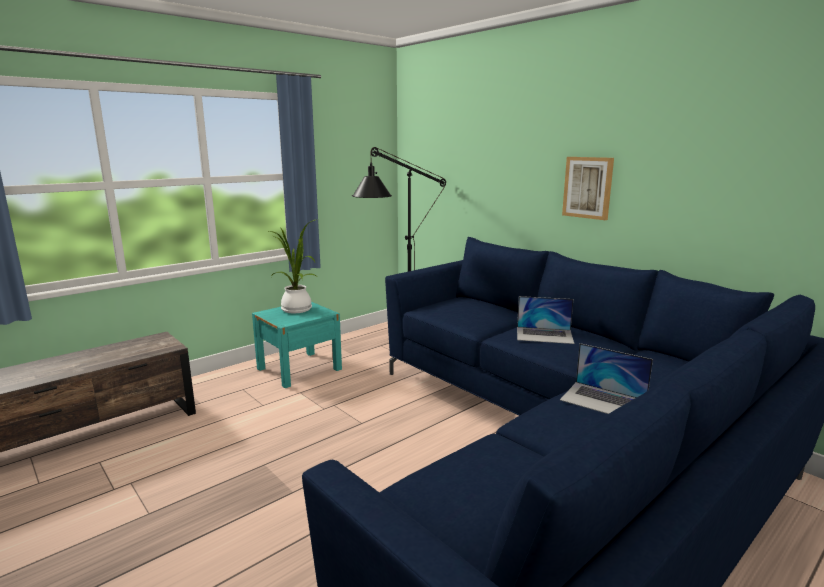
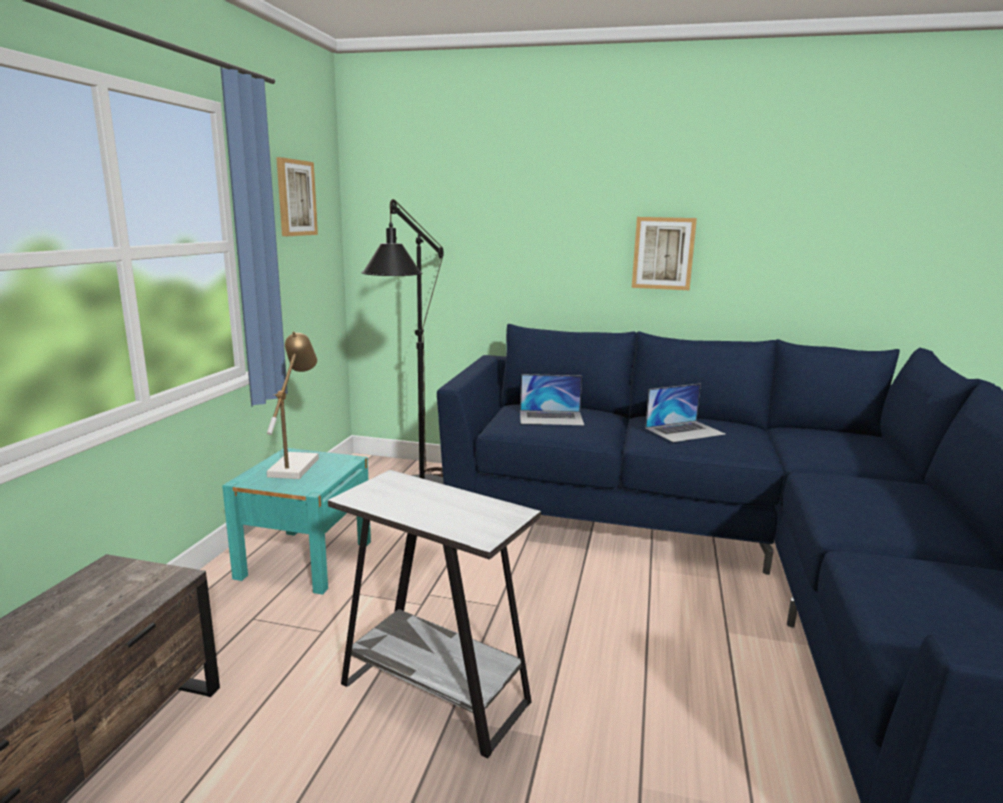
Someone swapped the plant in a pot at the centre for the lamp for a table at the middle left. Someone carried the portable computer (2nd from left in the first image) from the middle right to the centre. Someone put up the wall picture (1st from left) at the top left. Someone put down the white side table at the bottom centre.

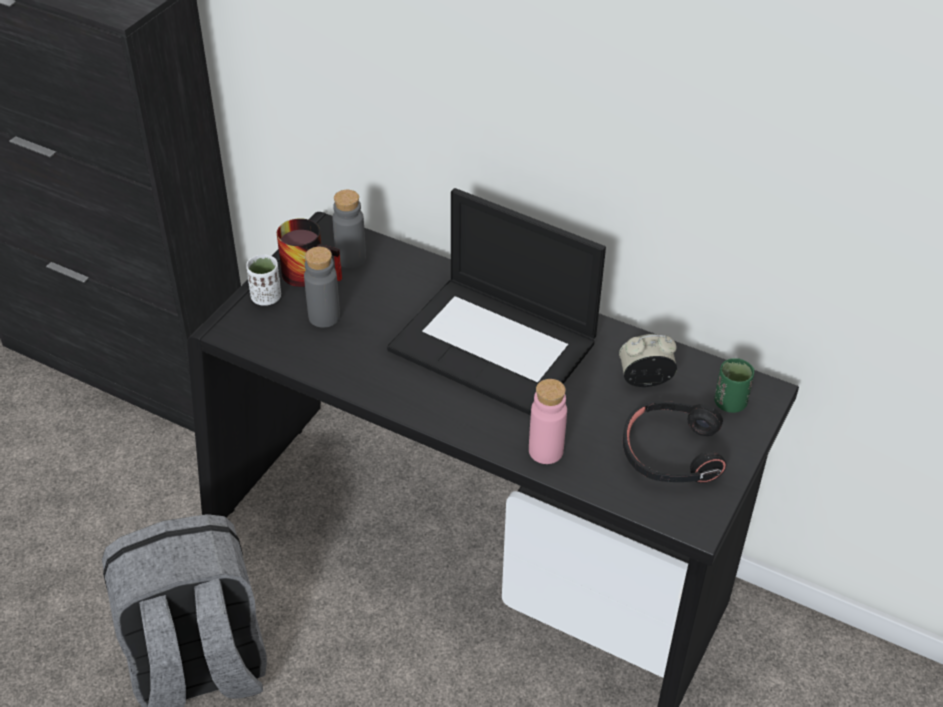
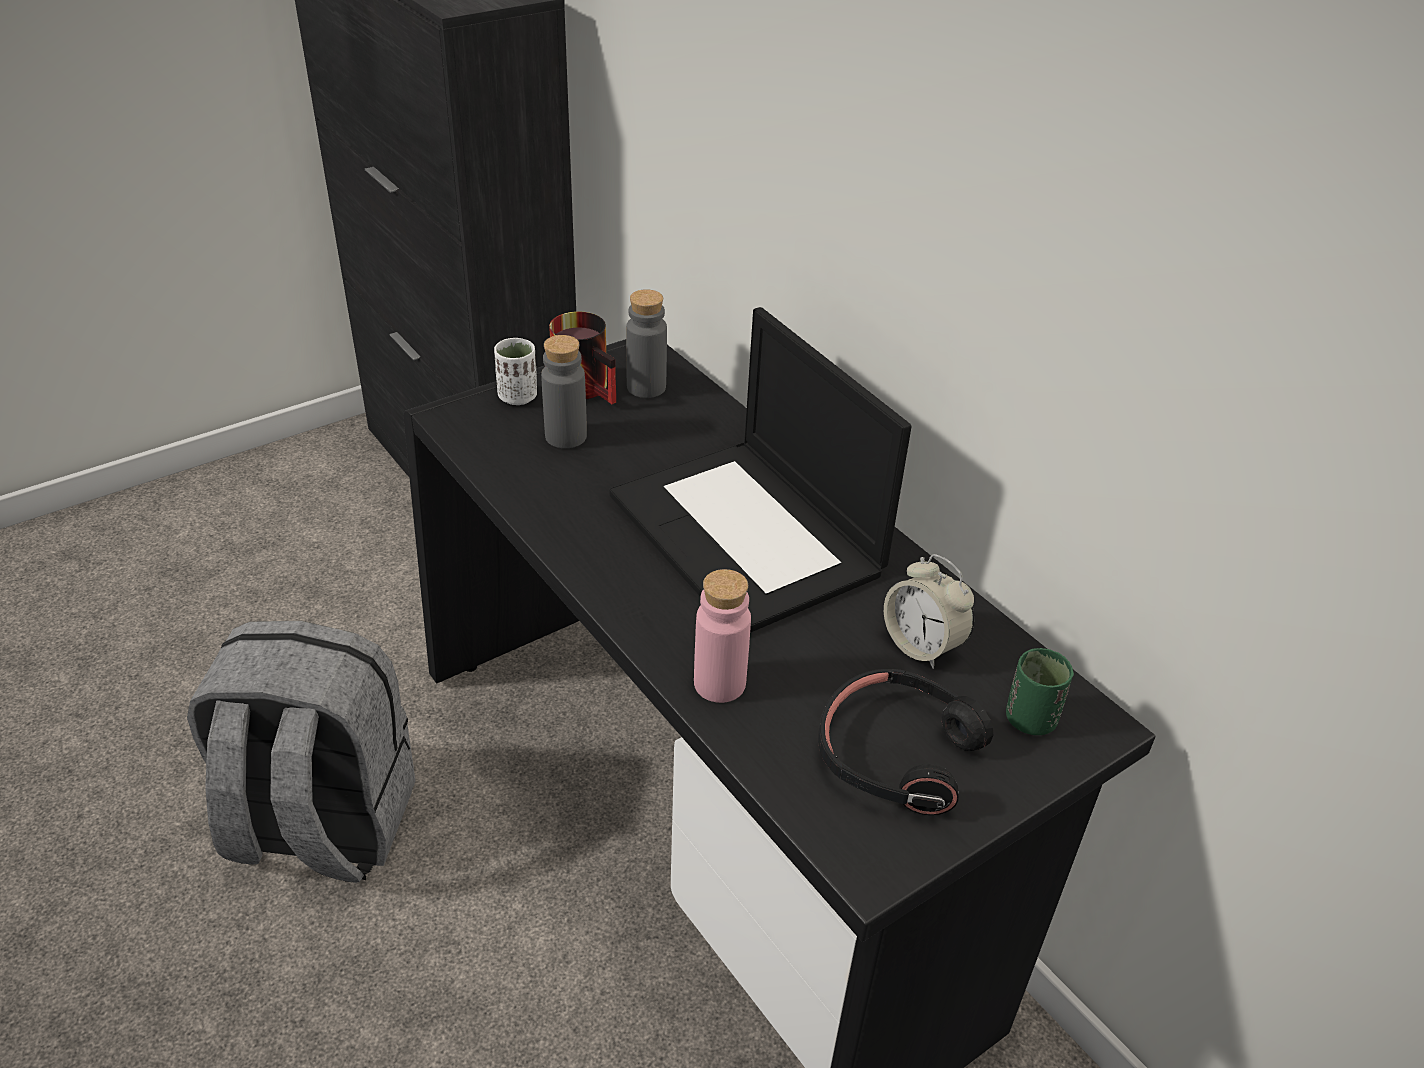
Someone rotated the bedside clock at the middle right by 150 degrees counterclockwise.

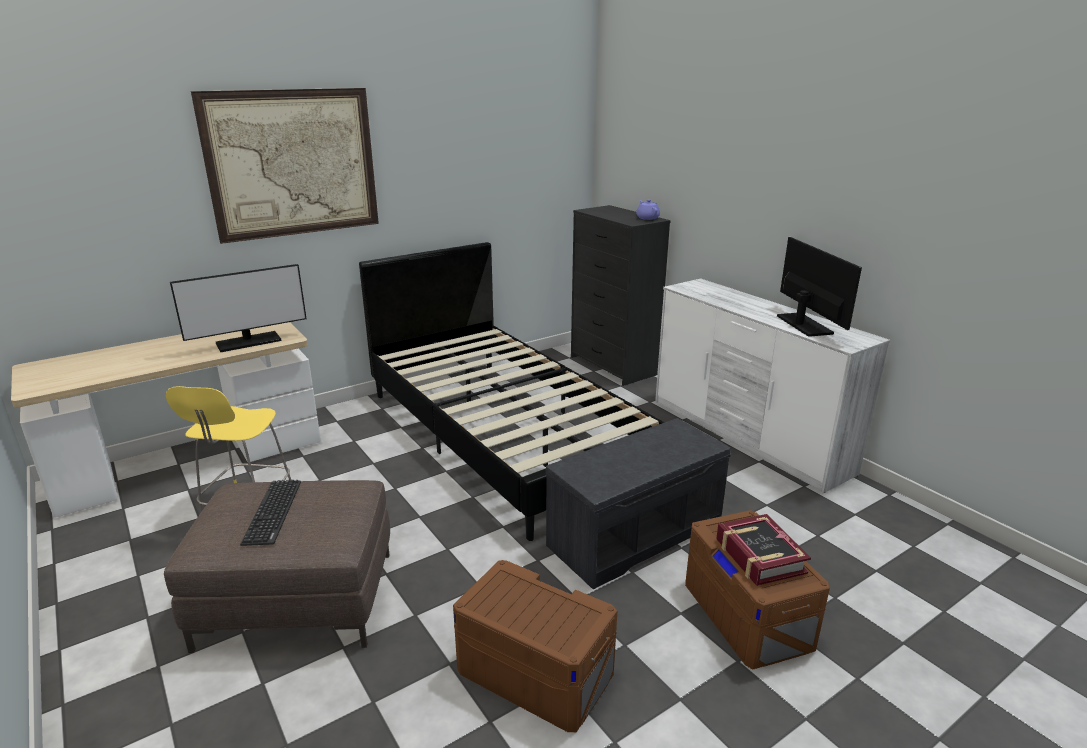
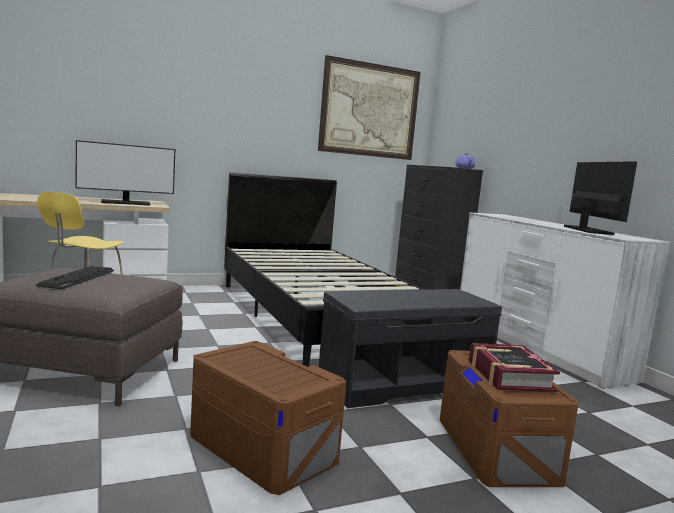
Someone carried the wall picture from the top left to the top centre.

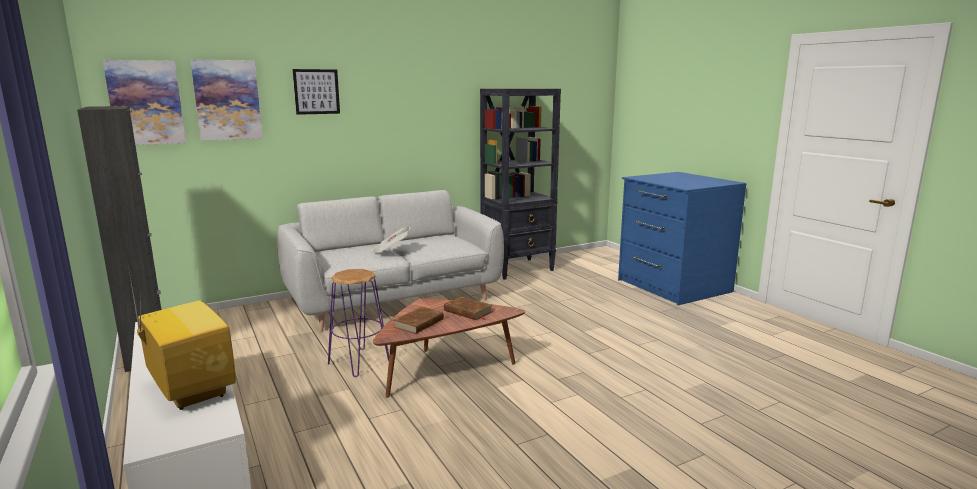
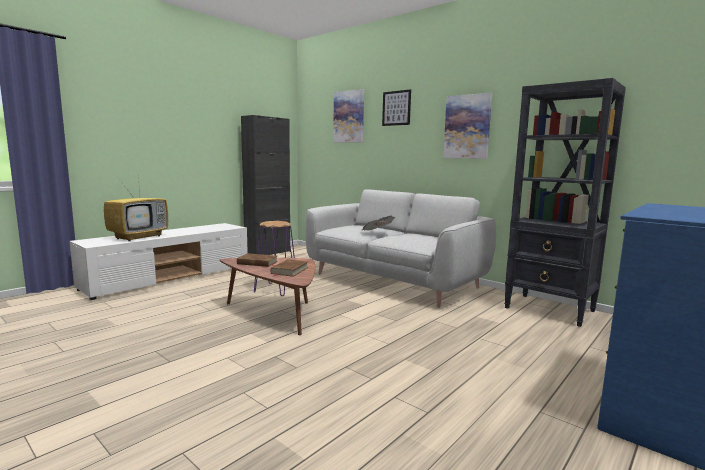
Someone carried the wall picture (1st from left in the first image) from the top left to the top centre.

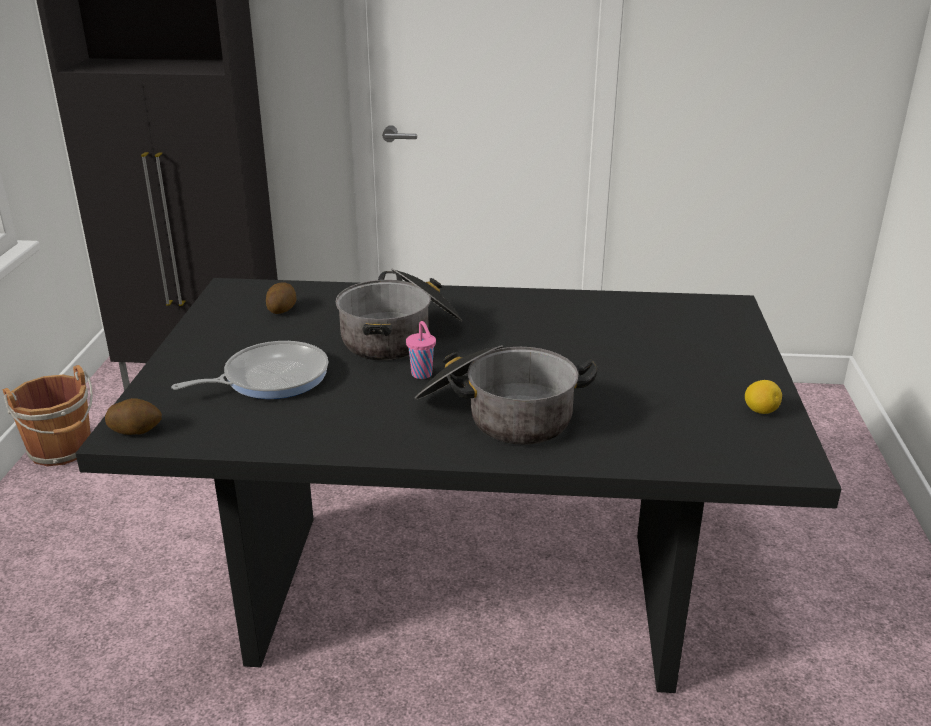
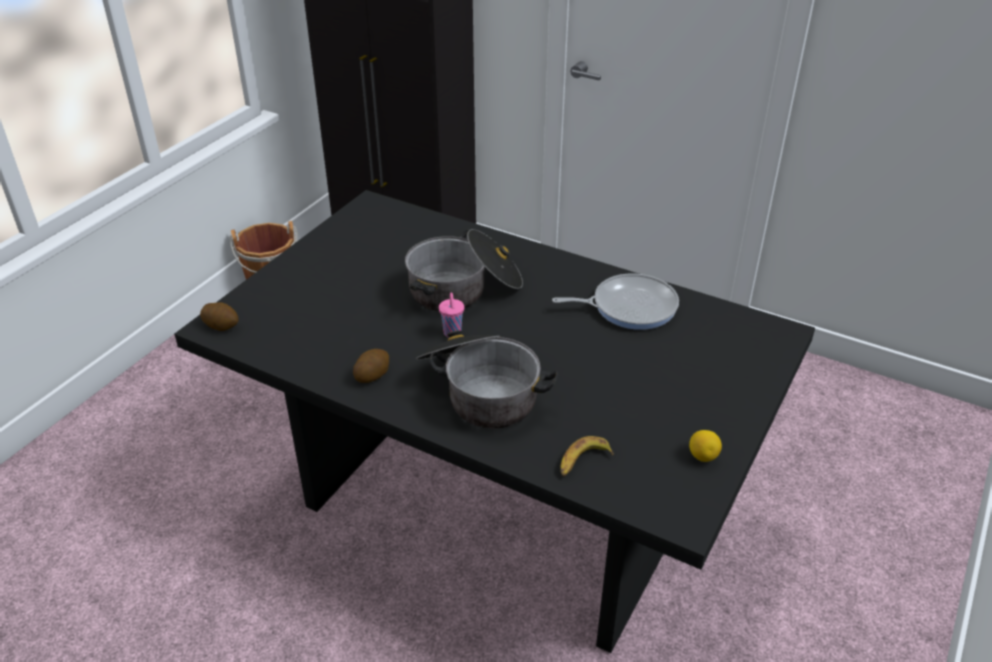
Someone carried the spud (2nd from left) from the middle left to the centre. Someone carried the skillet from the middle left to the centre. Someone put down the whole banana at the bottom centre.

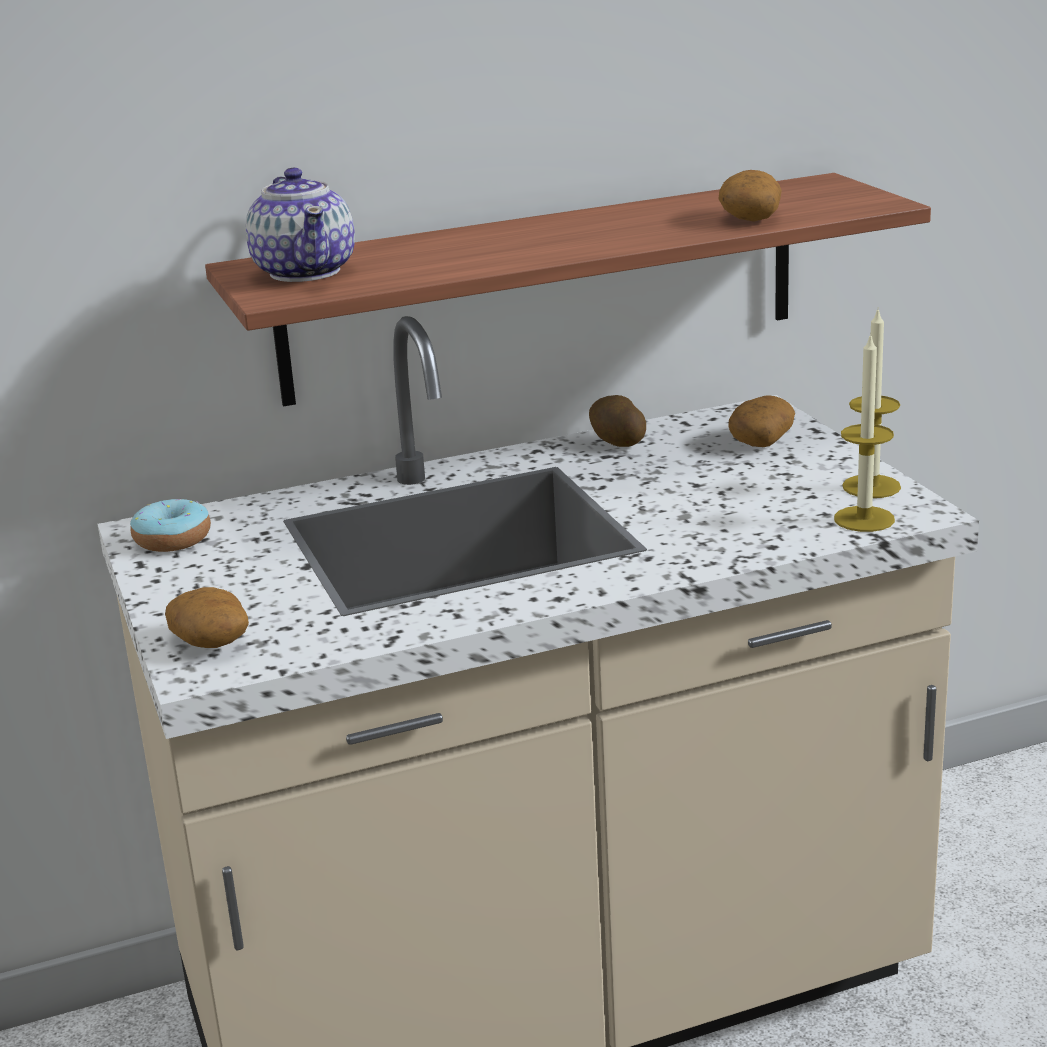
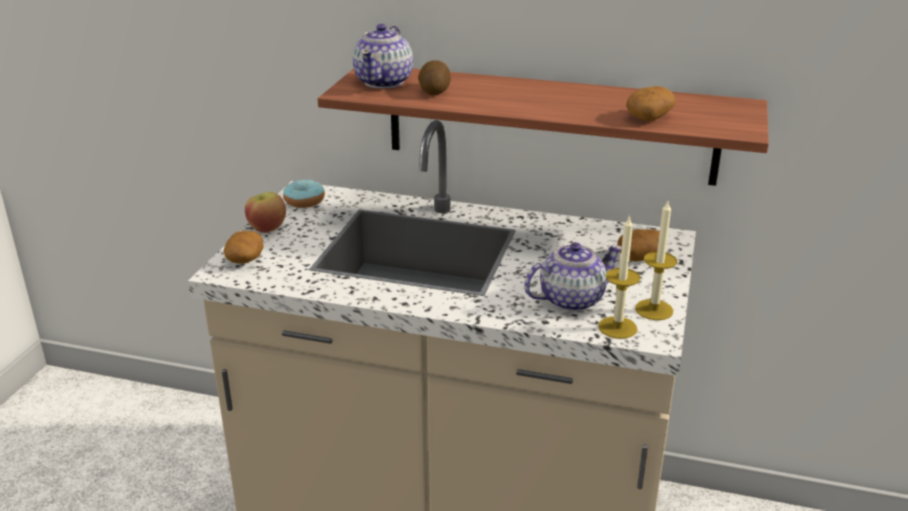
Someone carried the spud (2nd from left) from the centre to the top centre. Someone put down the apple at the middle left. Someone put down the teapot (2nd from left) at the centre.

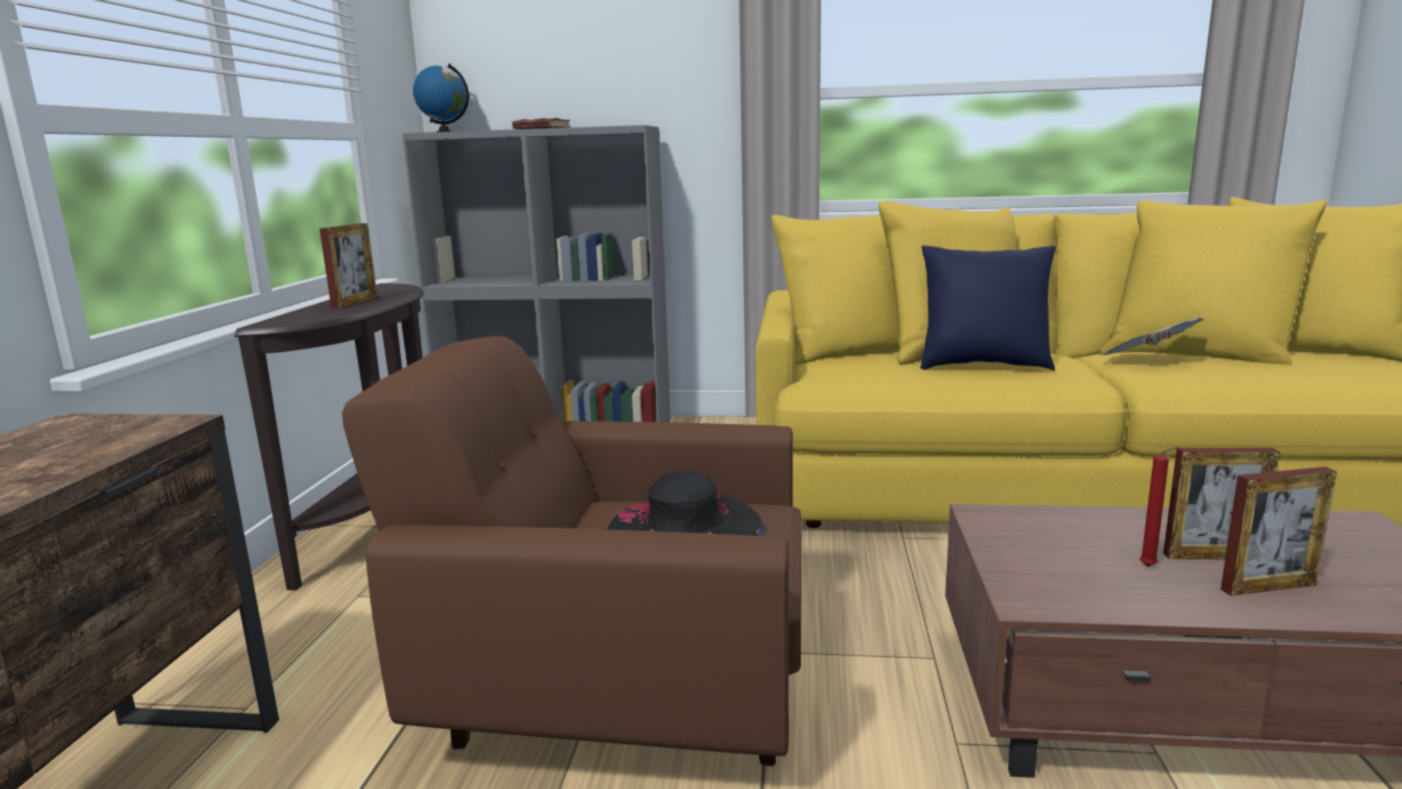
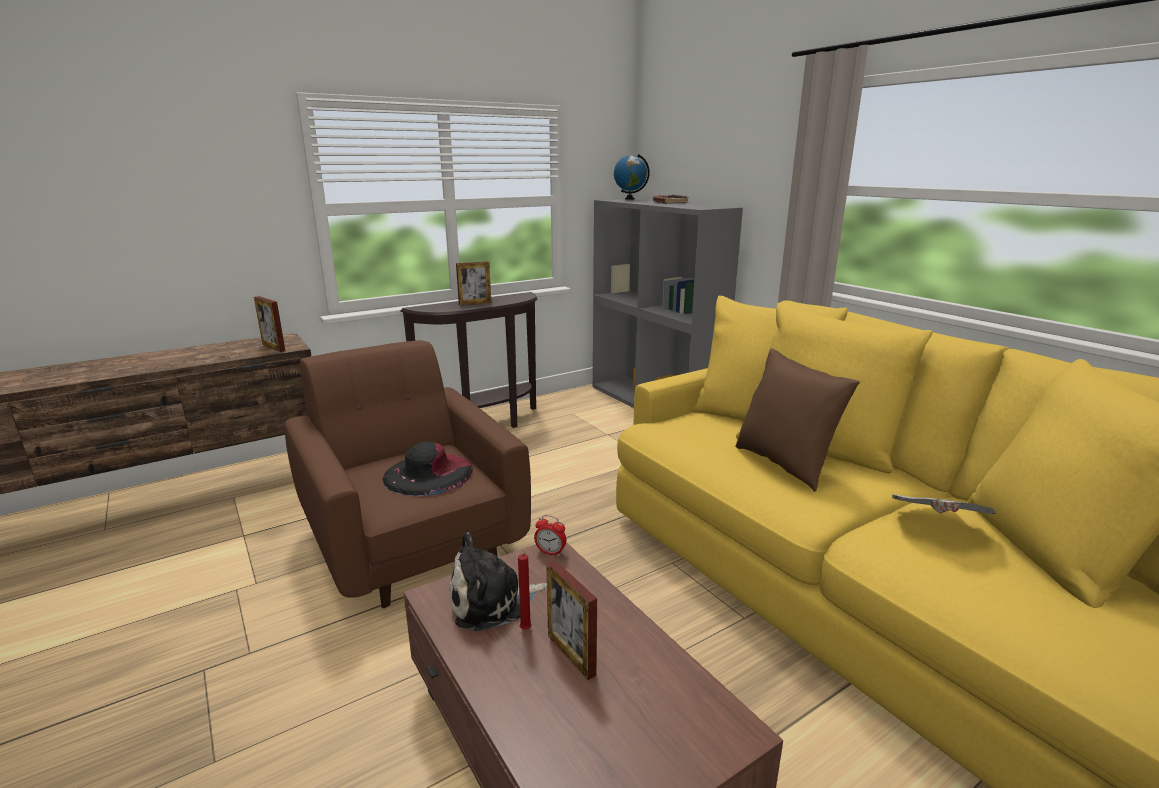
Someone repainted the bluish throw pillow at the middle right, which became the brownish throw pillow at the middle right. Someone carried the photo frame (3rd from left in the first image) from the bottom right to the middle left. Someone put down the bedside clock at the bottom centre. Someone put down the cuddly toy at the bottom centre.

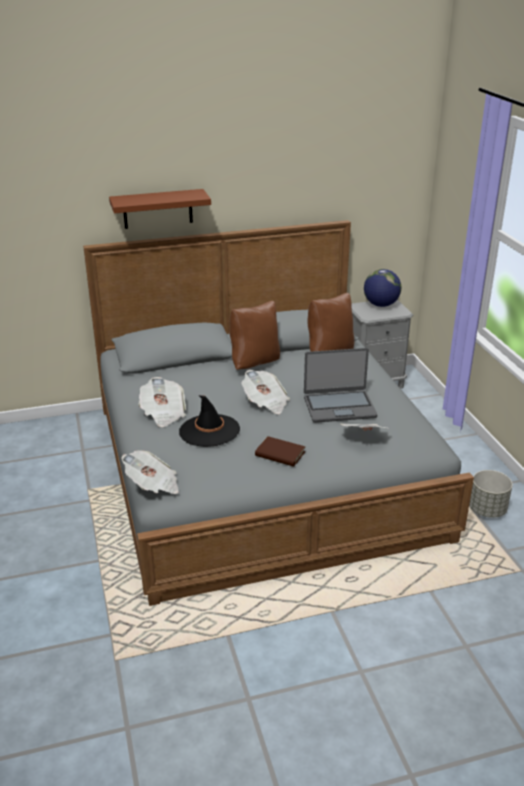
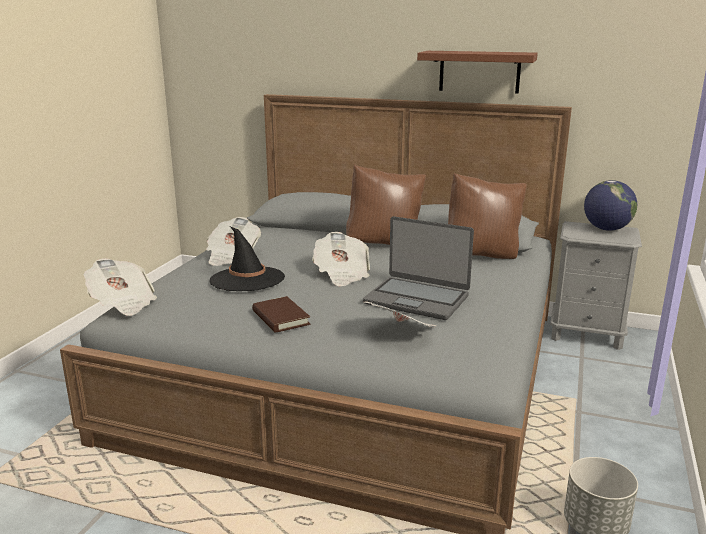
Someone carried the brownish wall shelf from the top left to the top right.

